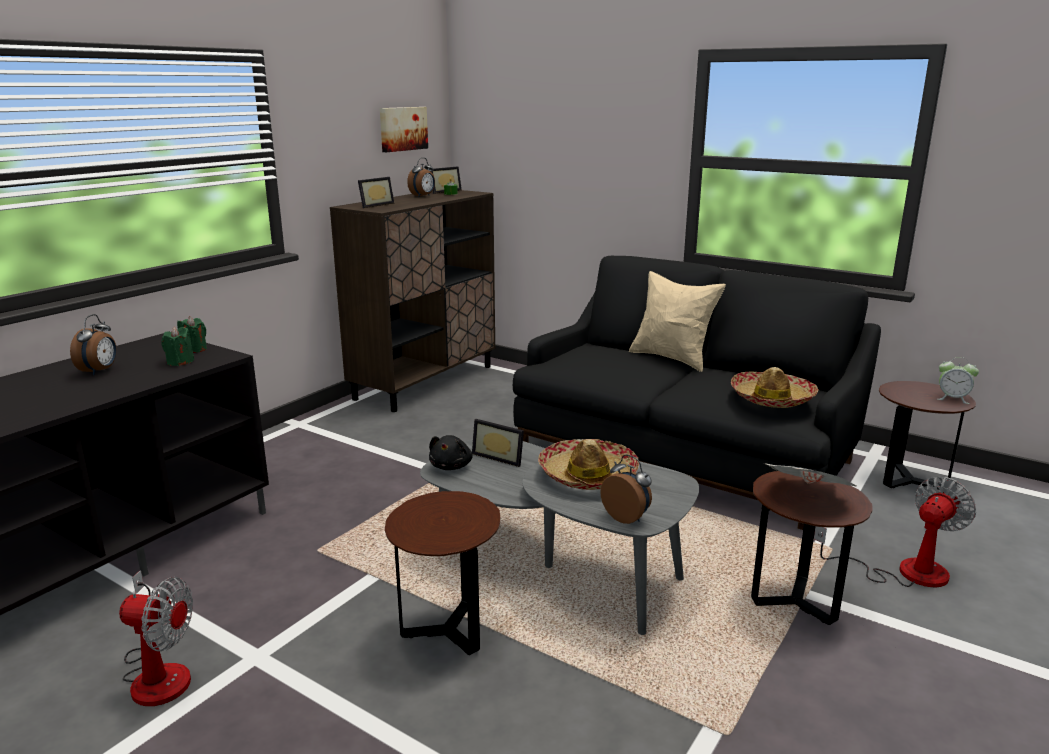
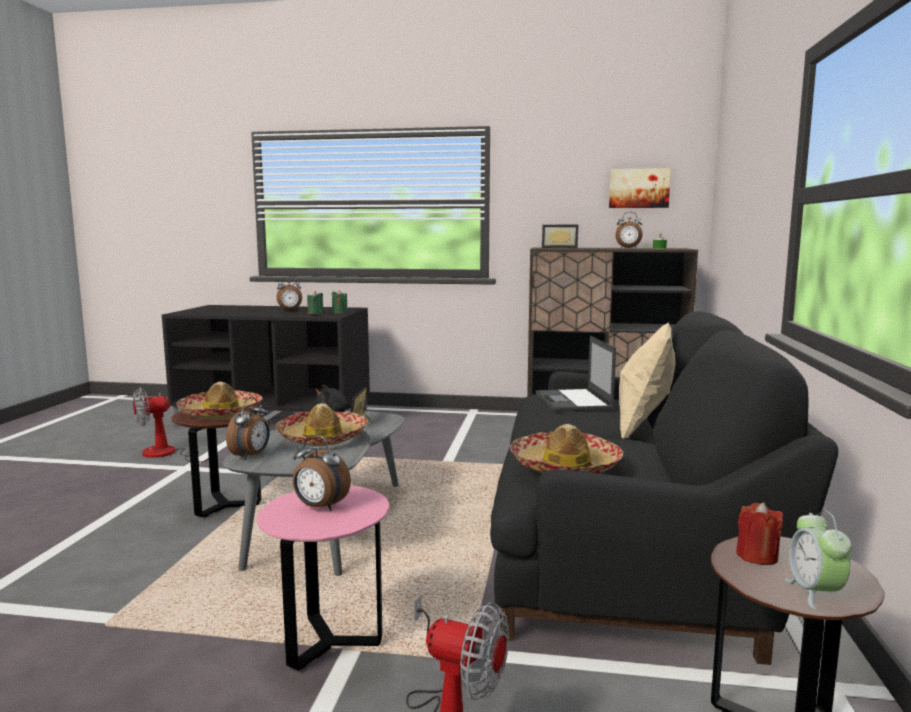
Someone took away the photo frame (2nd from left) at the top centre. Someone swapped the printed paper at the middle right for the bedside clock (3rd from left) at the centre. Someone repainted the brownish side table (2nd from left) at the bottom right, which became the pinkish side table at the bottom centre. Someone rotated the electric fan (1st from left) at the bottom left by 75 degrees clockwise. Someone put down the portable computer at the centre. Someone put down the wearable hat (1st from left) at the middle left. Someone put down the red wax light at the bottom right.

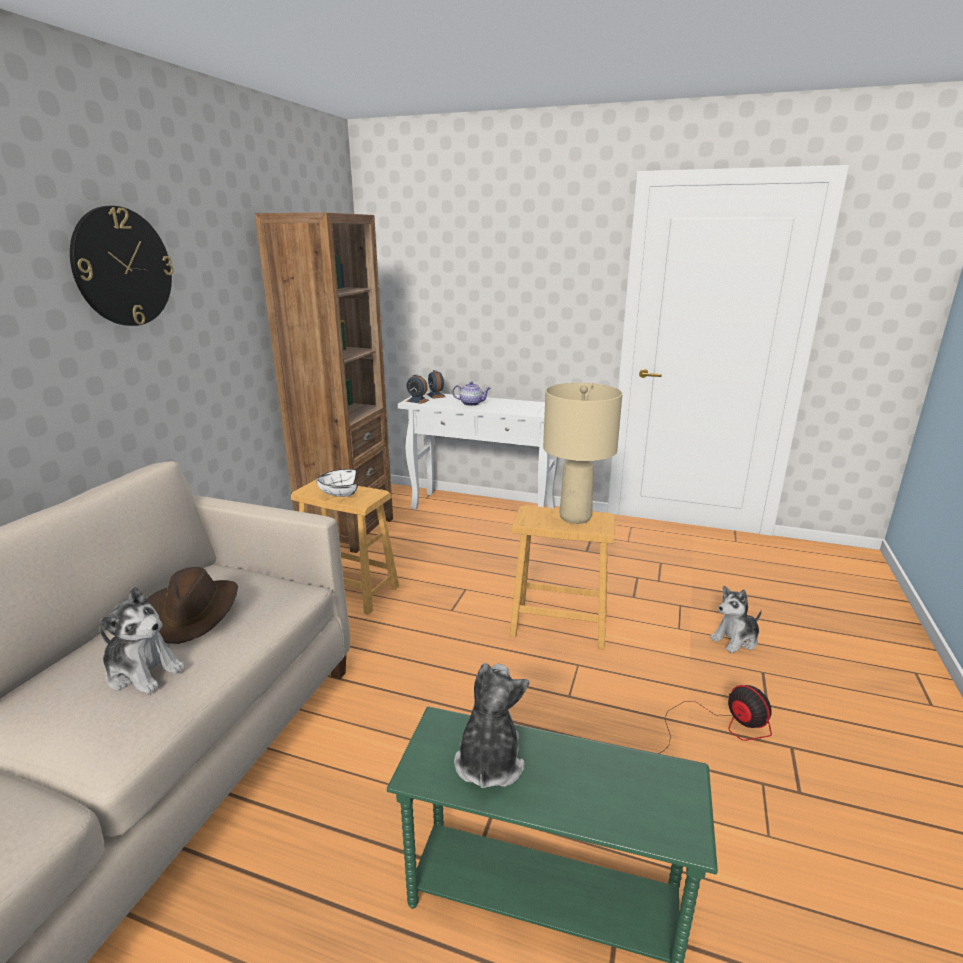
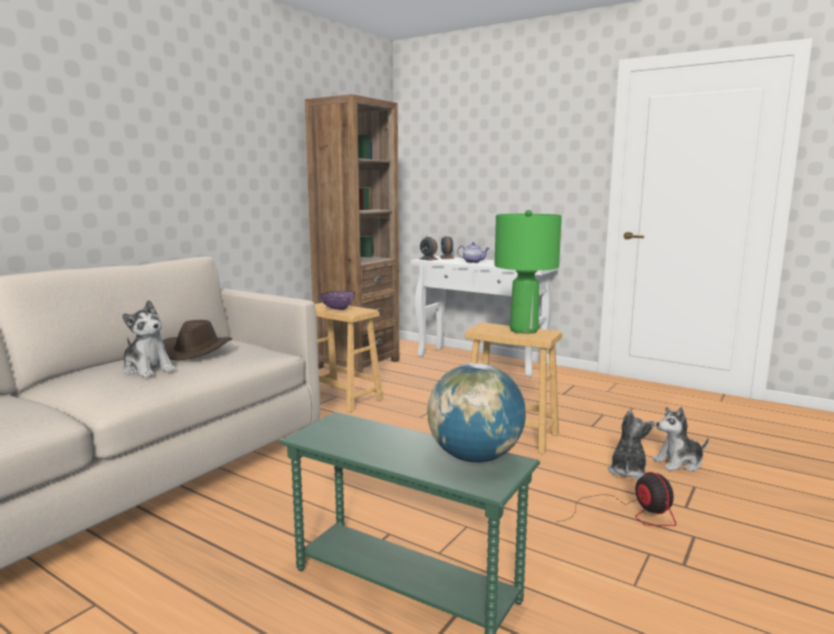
Someone took away the hanging clock at the top left. Someone repainted the beige lamp for a table at the centre, which became the green-coloured lamp for a table at the centre. Someone repainted the white deep dish at the centre, which became the purple-coloured deep dish at the centre. Someone carried the cuddly toy (2nd from left) from the bottom centre to the bottom right. Someone put down the world globe at the centre.

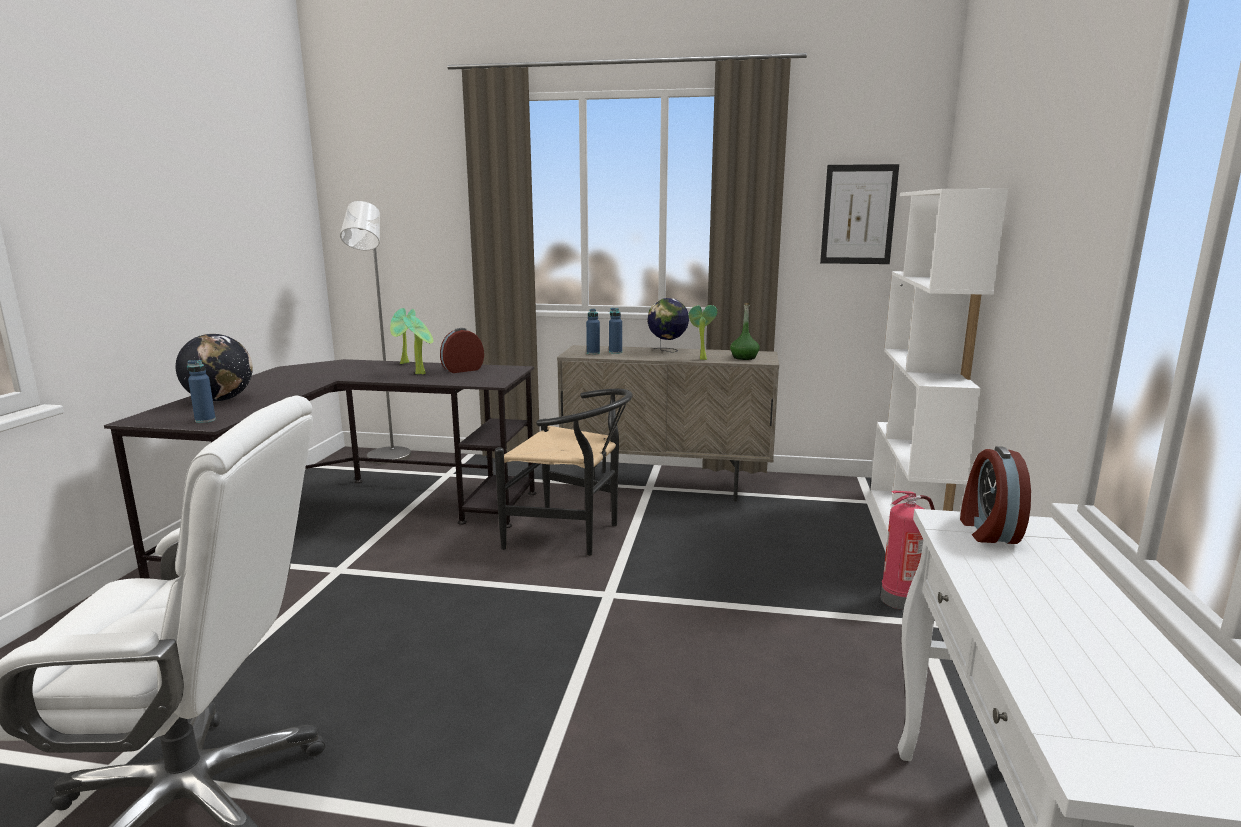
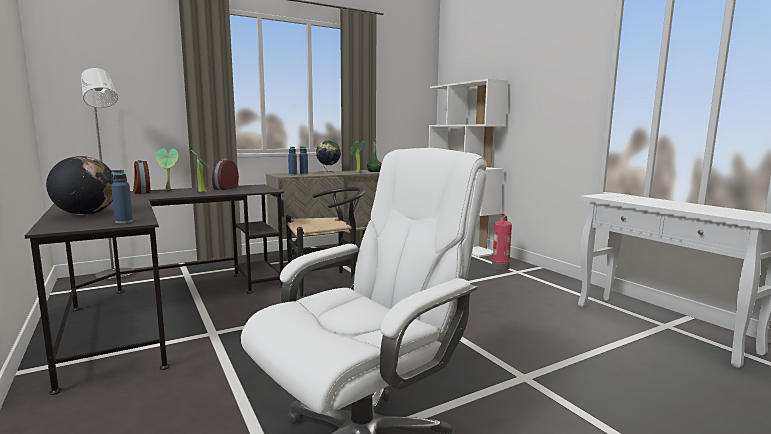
Someone took away the wall picture at the top right. Someone carried the bedside clock (2nd from left in the first image) from the middle right to the middle left.

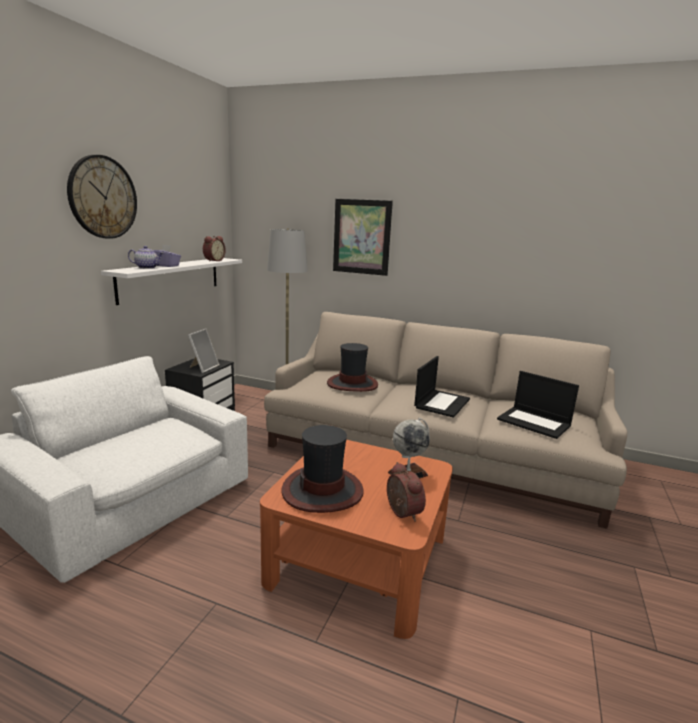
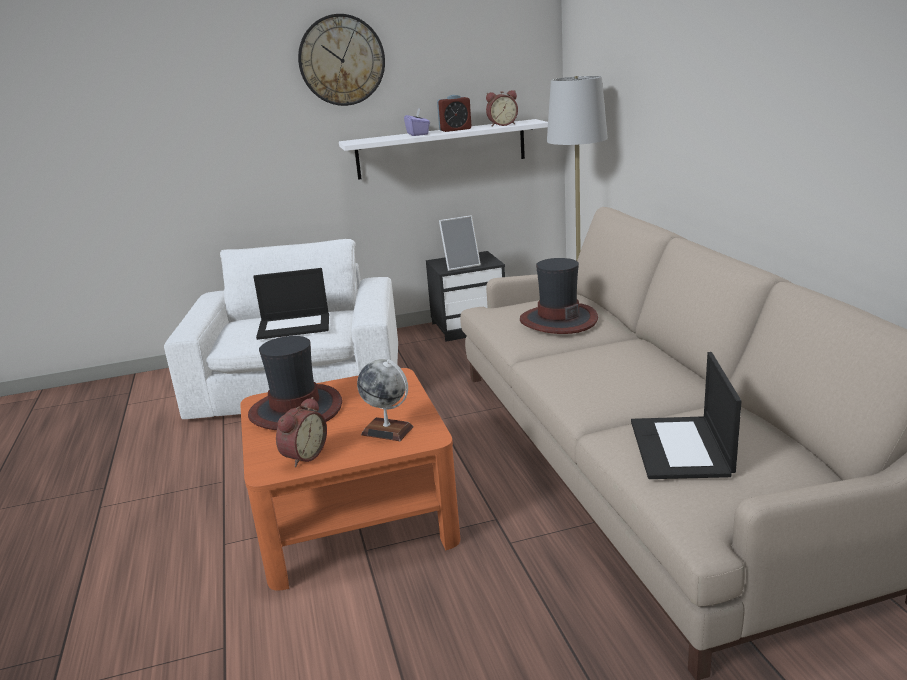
Someone took away the wall picture at the top centre. Someone took away the teapot at the middle left. Someone carried the portable computer (1st from left) from the centre to the middle left. Someone put down the bedside clock (2nd from left) at the top centre.

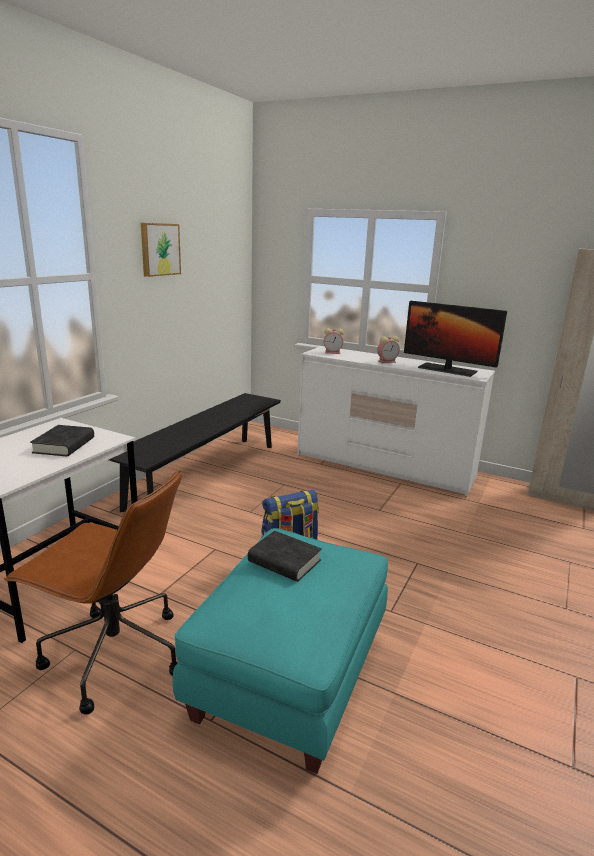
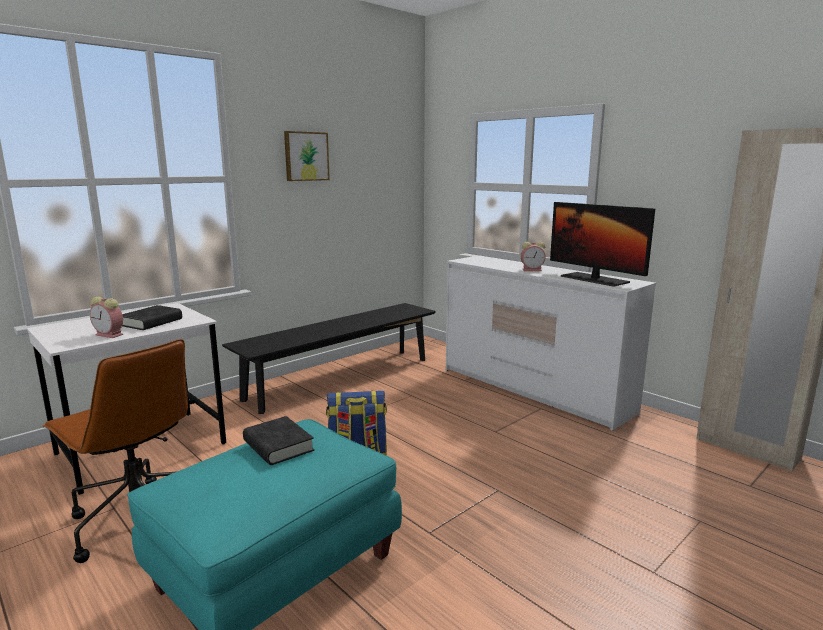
Someone carried the bedside clock (1st from left) from the centre to the middle left.

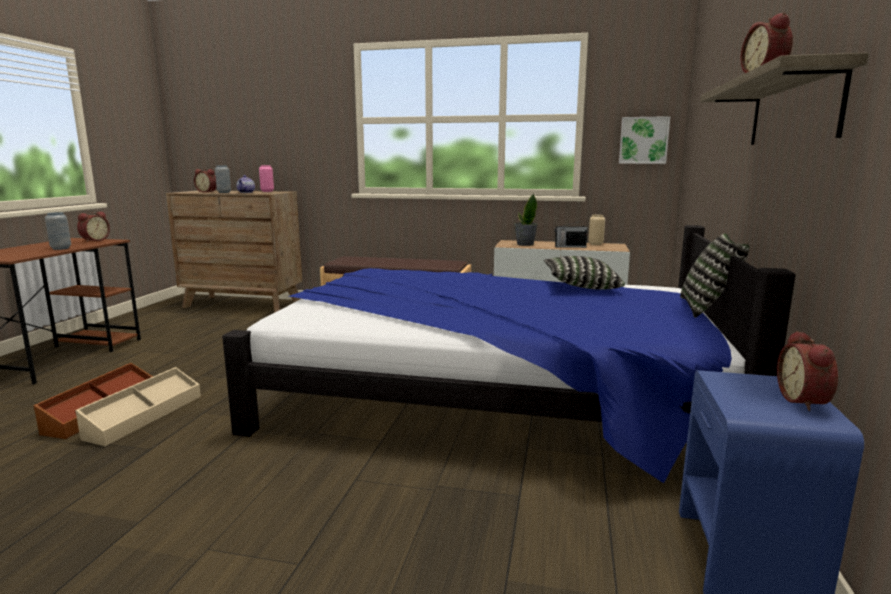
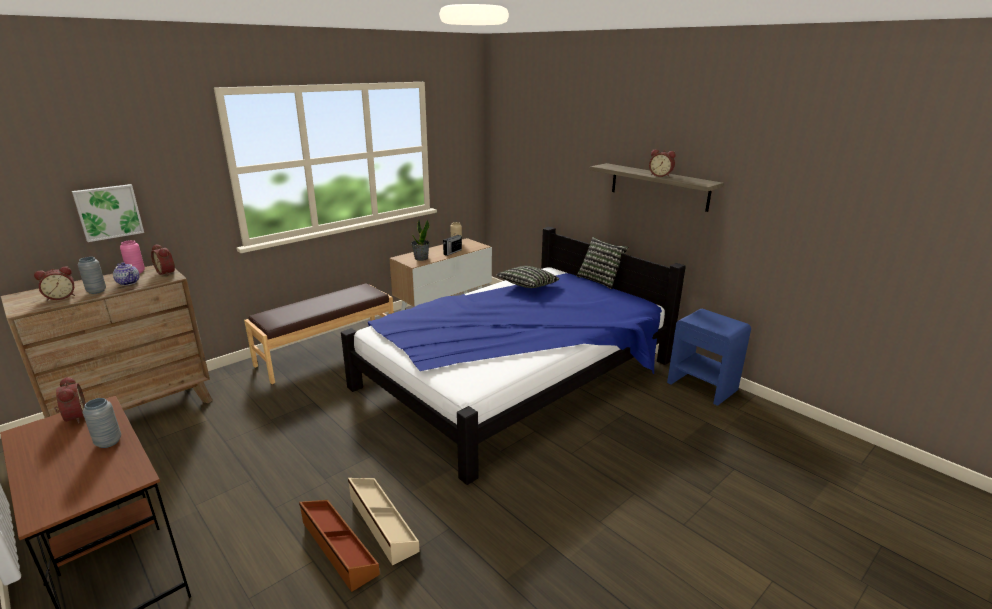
Someone carried the wall picture from the top right to the middle left. Someone carried the bedside clock (4th from left in the first image) from the middle right to the middle left.

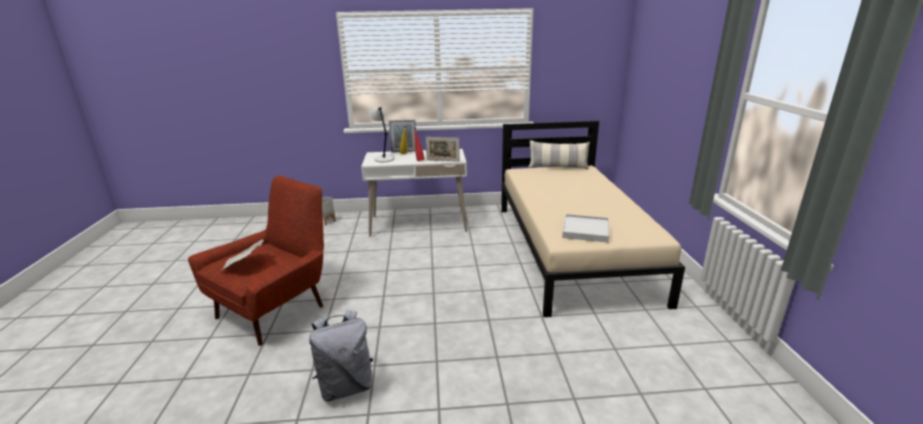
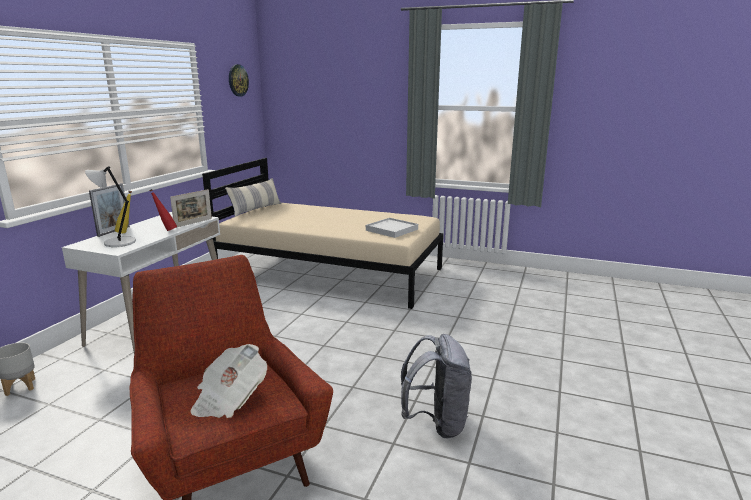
Someone put up the hanging clock at the top left.

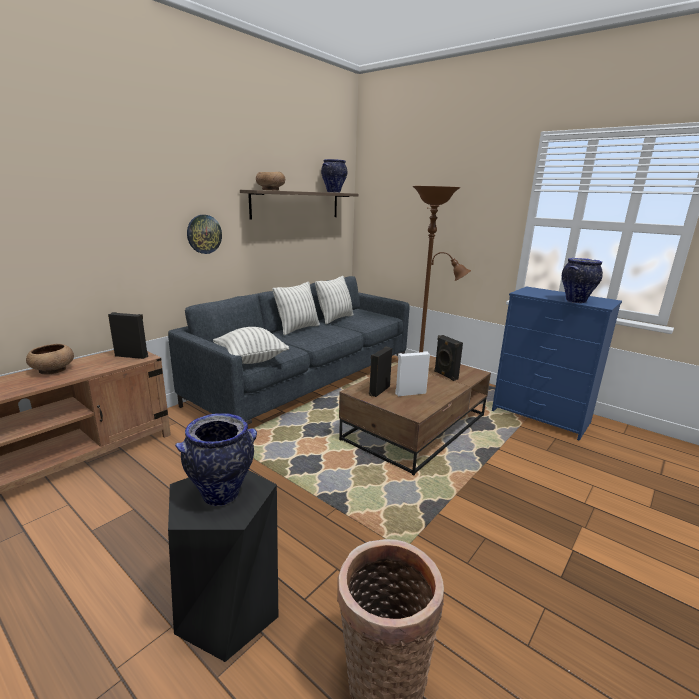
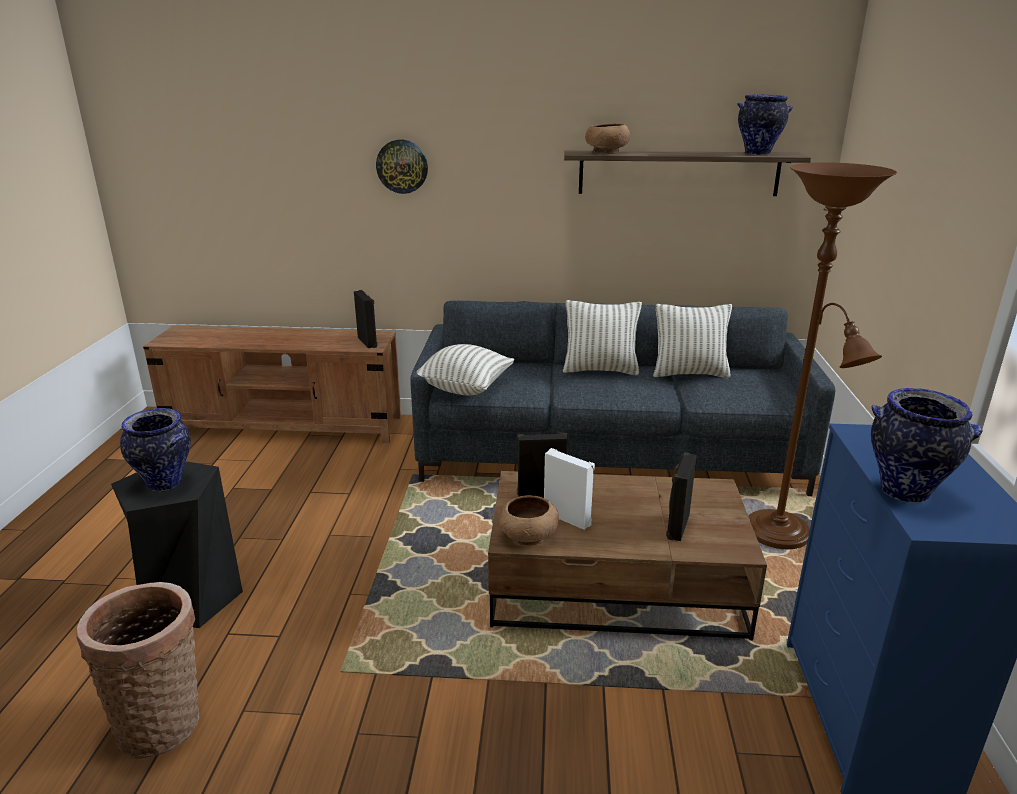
Someone carried the hanging clock from the middle left to the top centre. Someone carried the brownish deep dish (1st from left) from the middle left to the centre.

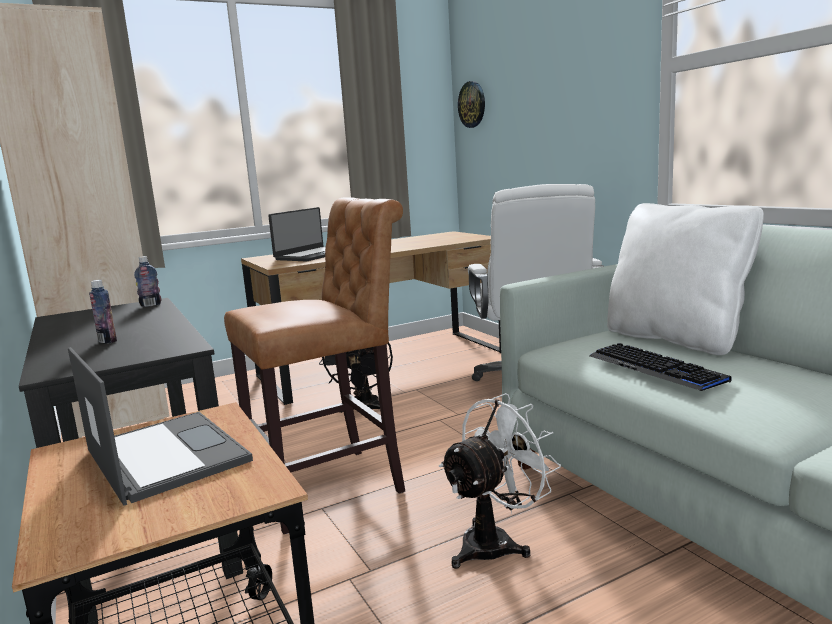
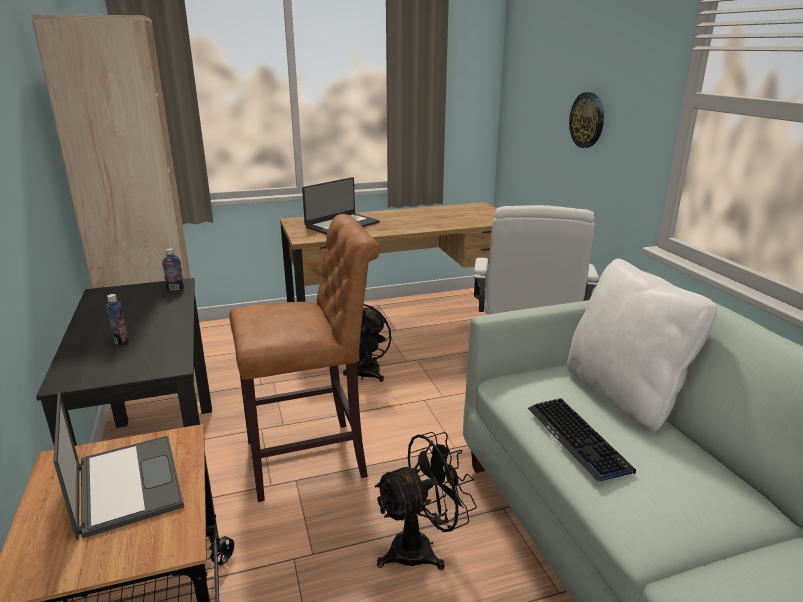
Someone carried the hanging clock from the top centre to the top right. Someone repainted the white electric fan at the bottom centre, which became the black electric fan (2nd from left) at the bottom centre.

